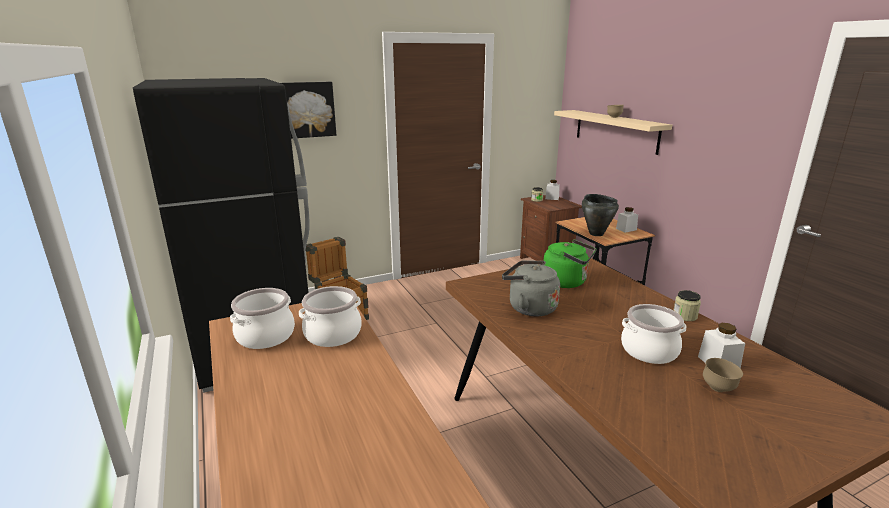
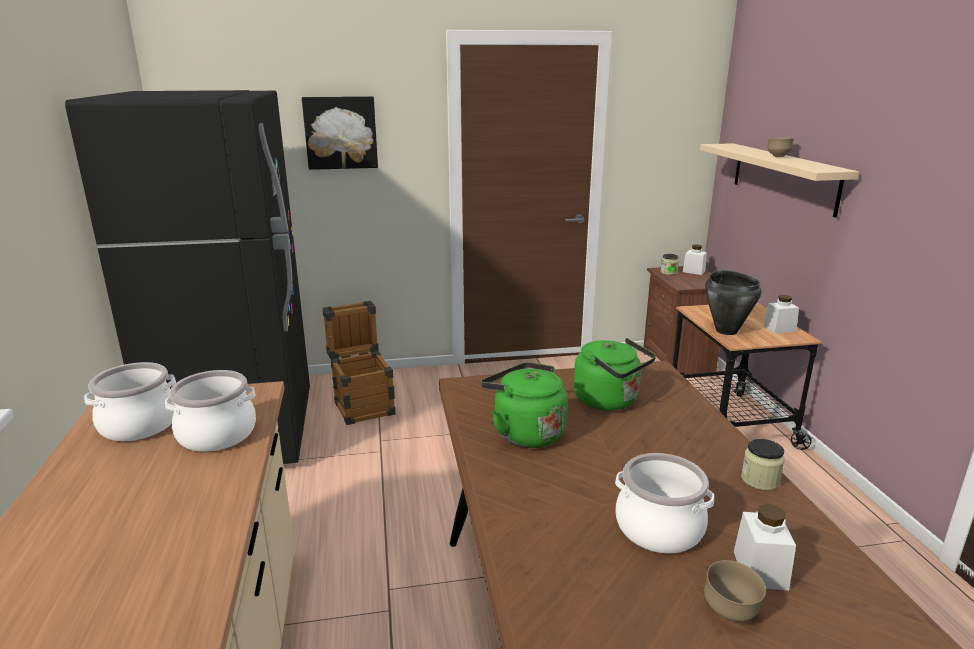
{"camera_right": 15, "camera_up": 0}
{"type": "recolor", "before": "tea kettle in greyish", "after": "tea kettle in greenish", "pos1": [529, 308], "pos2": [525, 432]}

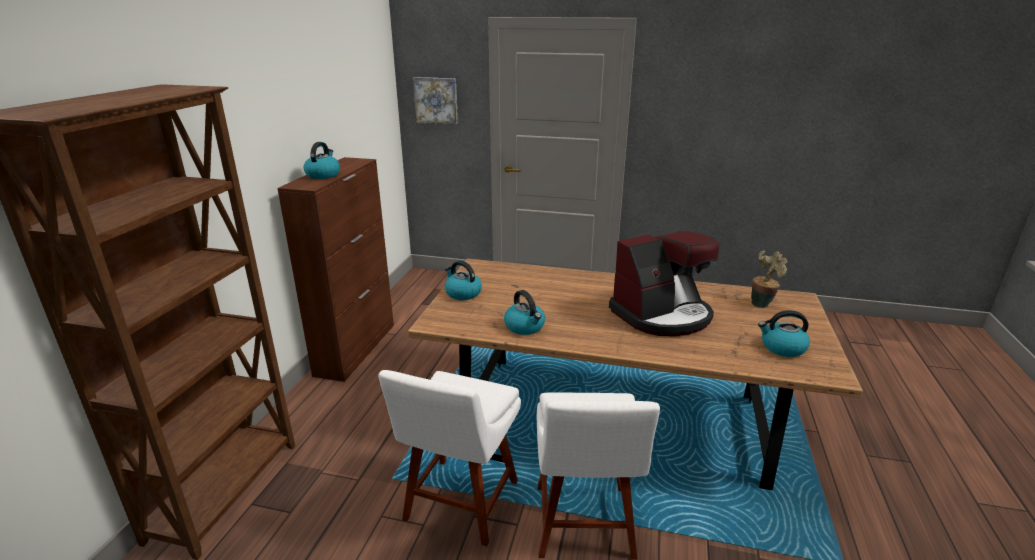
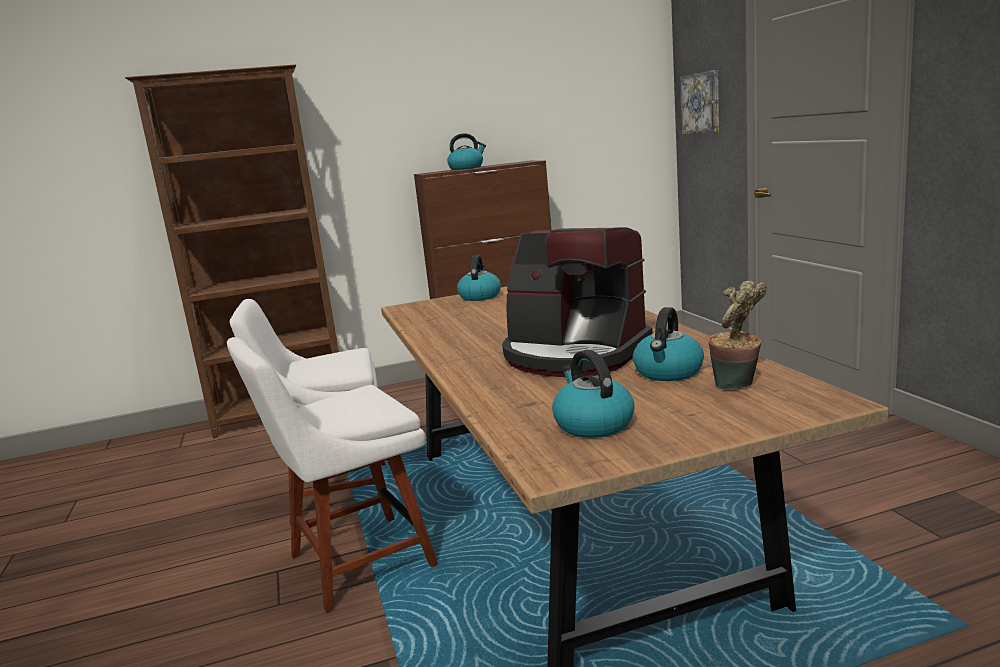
{"camera_right": 60, "camera_up": -10}
{"type": "move", "before": "tea kettle", "pos1": [525, 327], "pos2": [668, 372]}

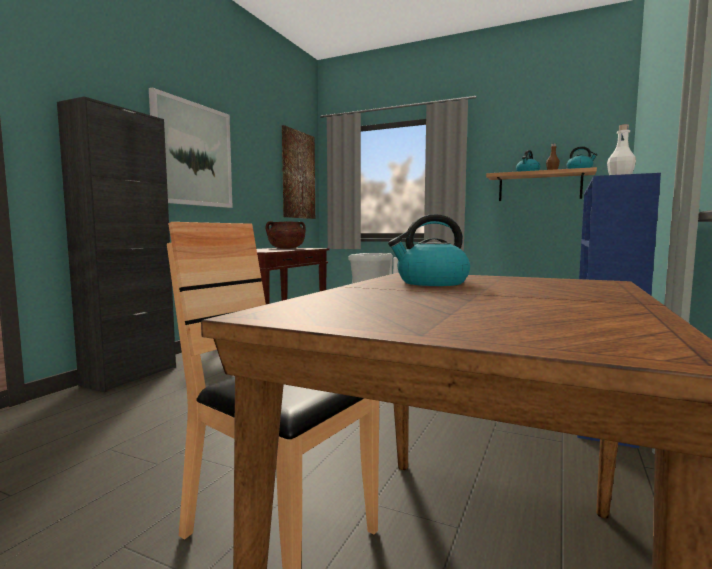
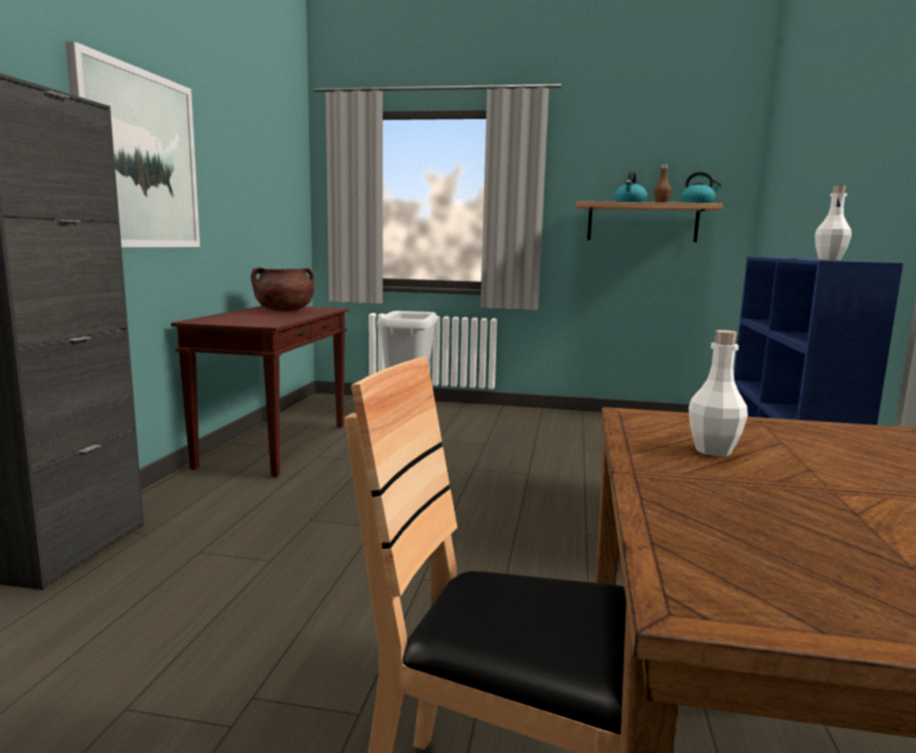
{"camera_right": -15, "camera_up": 5}
{"type": "delete", "before": "wall picture", "pos1": [298, 175]}
{"type": "replace", "before": "tea kettle", "after": "drink bottle in white-coloured", "pos1": [431, 283], "pos2": [713, 450]}

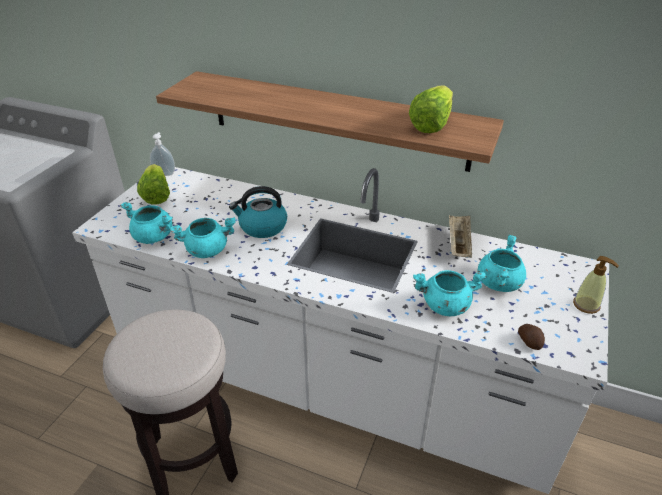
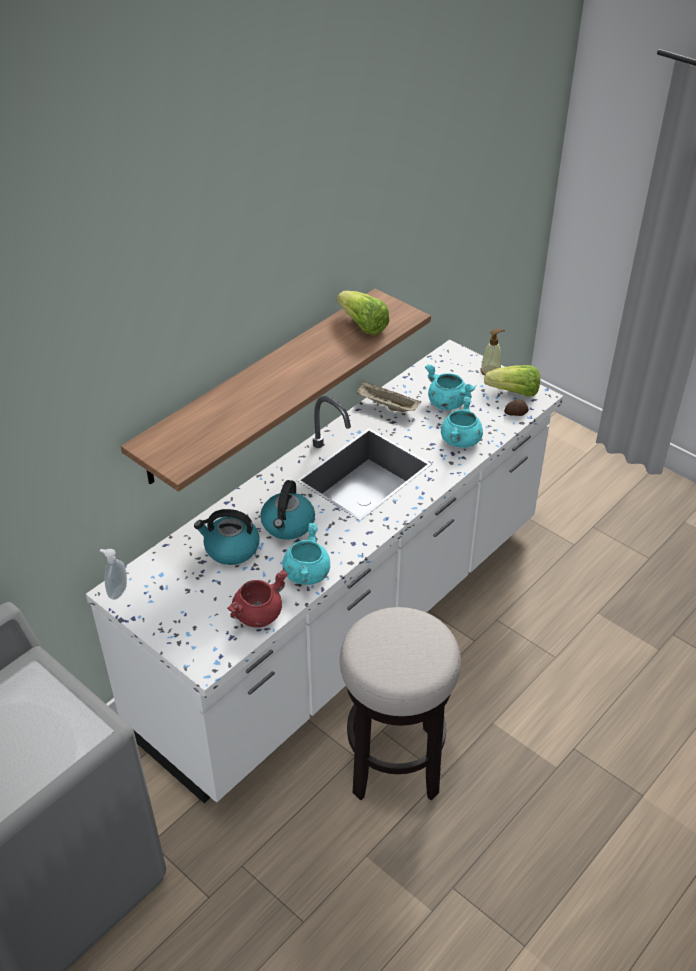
{"camera_right": -70, "camera_up": 5}
{"type": "insert", "after": "tea kettle", "pos2": [231, 549]}
{"type": "move", "before": "lettuce head", "pos1": [156, 195], "pos2": [514, 392]}
{"type": "recolor", "before": "saucepot in turquoise", "after": "saucepot in red", "pos1": [154, 237], "pos2": [258, 614]}

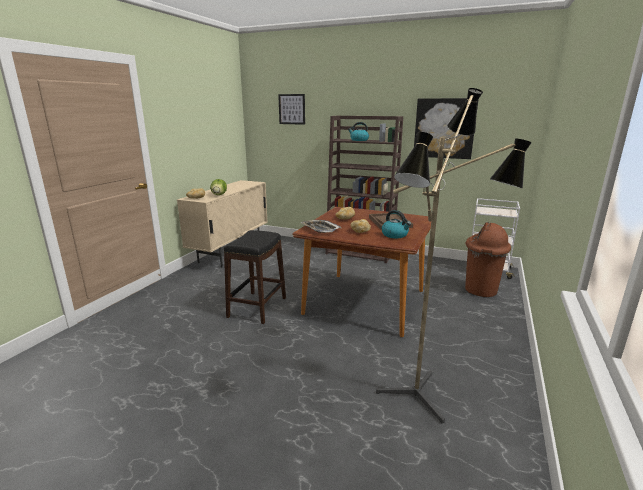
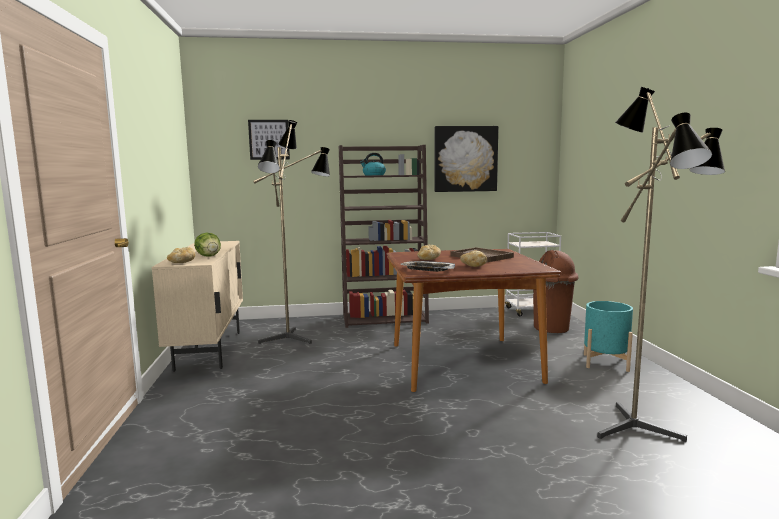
{"camera_right": -30, "camera_up": -10}
{"type": "delete", "before": "stool seat in black", "pos1": [257, 307]}
{"type": "delete", "before": "tea kettle", "pos1": [395, 235]}
{"type": "insert", "after": "standard lamp", "pos2": [294, 338]}
{"type": "insert", "after": "plant pot in turquoise", "pos2": [605, 362]}

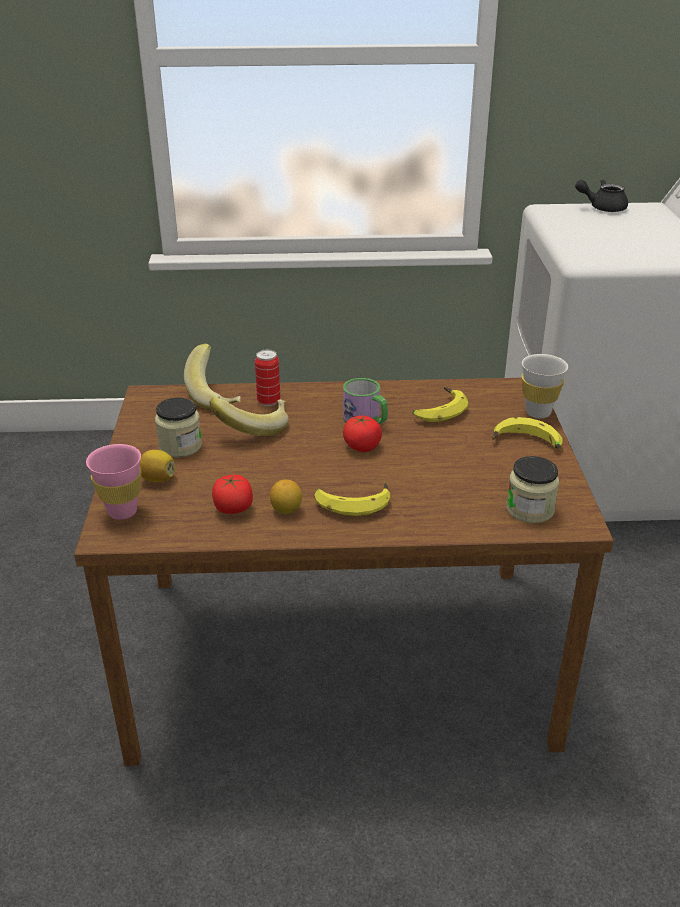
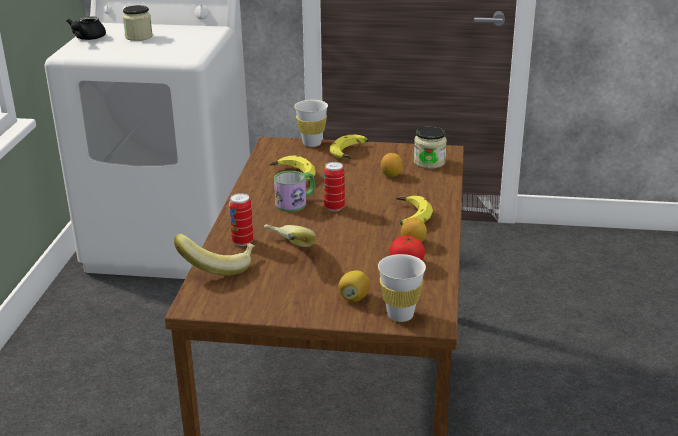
{"camera_right": -80, "camera_up": -5}
{"type": "insert", "after": "citrus fruit", "pos2": [391, 175]}
{"type": "move", "before": "preserve jar", "pos1": [180, 446], "pos2": [139, 37]}
{"type": "replace", "before": "tomato", "after": "sealed can", "pos1": [362, 447], "pos2": [334, 207]}
{"type": "recolor", "before": "cup in pinkish", "after": "cup in white-coloured", "pos1": [122, 511], "pos2": [400, 315]}

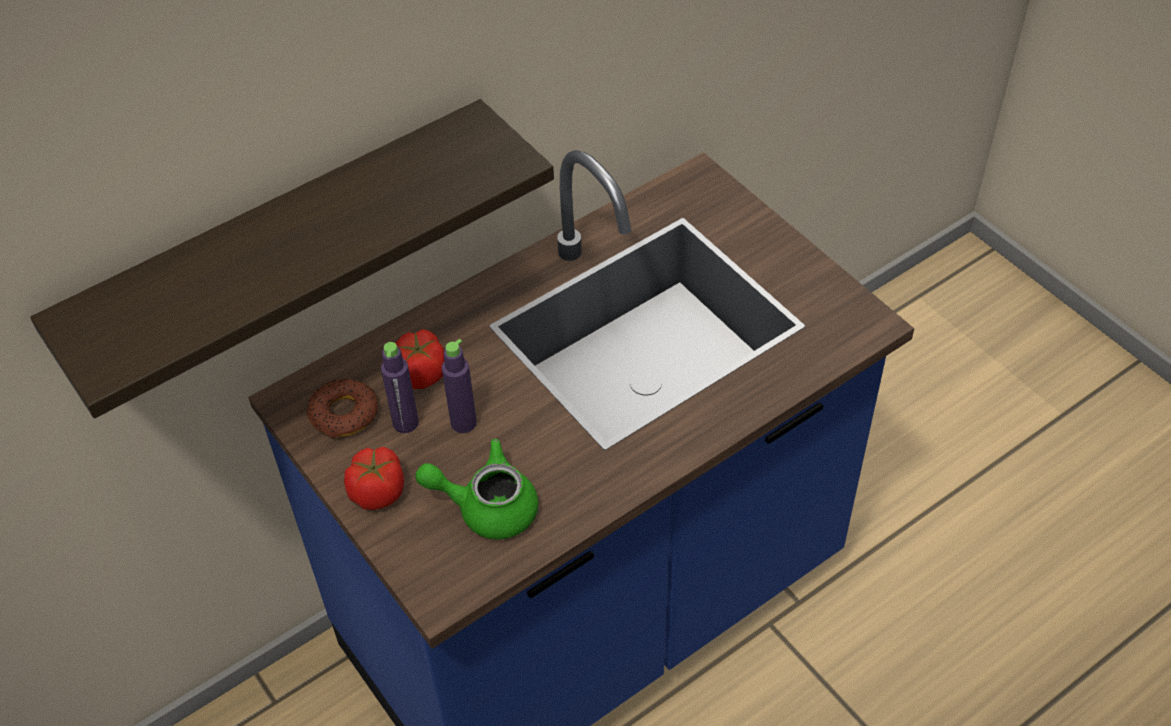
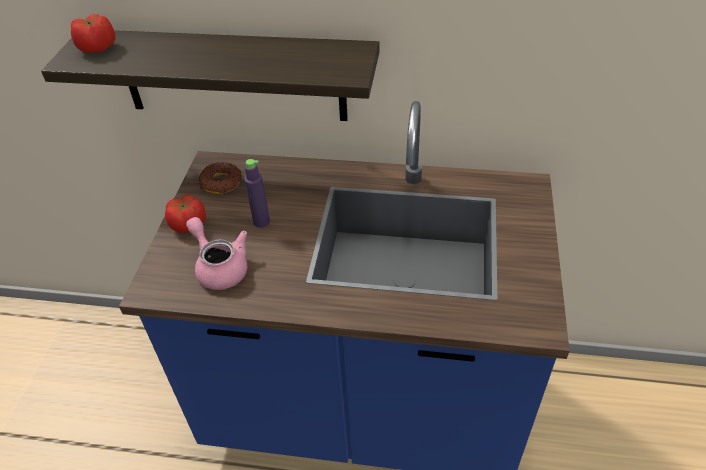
{"camera_right": 45, "camera_up": -5}
{"type": "delete", "before": "drink bottle in purple", "pos1": [405, 423]}
{"type": "move", "before": "tomato", "pos1": [421, 373], "pos2": [98, 48]}
{"type": "recolor", "before": "teapot in greenish", "after": "teapot in pinkish", "pos1": [487, 507], "pos2": [220, 267]}

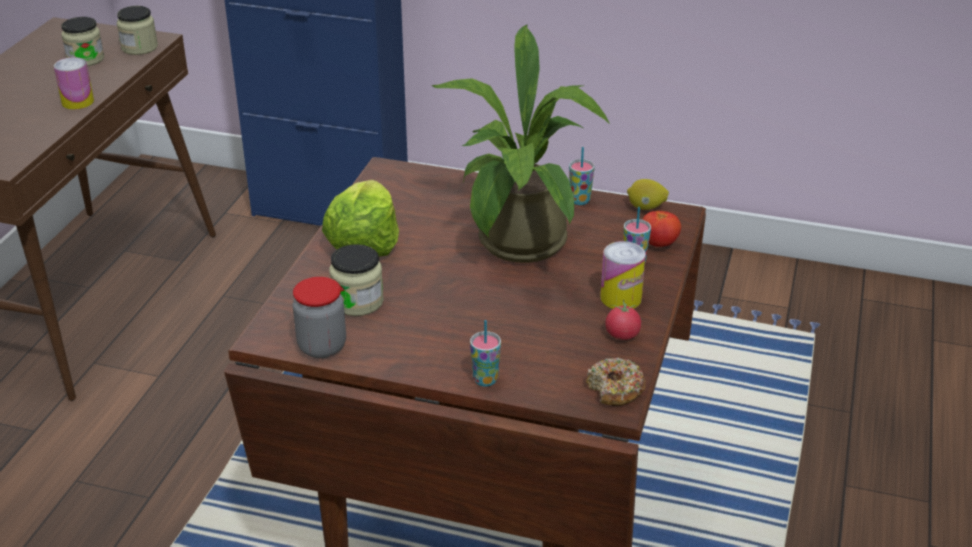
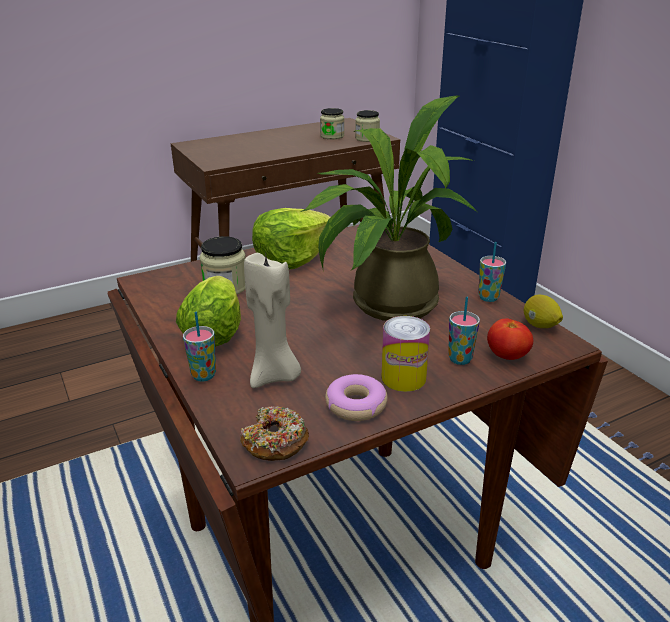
{"camera_right": 45, "camera_up": -5}
{"type": "delete", "before": "sealed can", "pos1": [77, 102]}
{"type": "delete", "before": "preserve jar", "pos1": [322, 347]}
{"type": "insert", "after": "lettuce head", "pos2": [216, 332]}
{"type": "insert", "after": "wax candle in sand-coloured", "pos2": [275, 376]}
{"type": "replace", "before": "tomato", "after": "ring doughnut", "pos1": [622, 335], "pos2": [356, 405]}

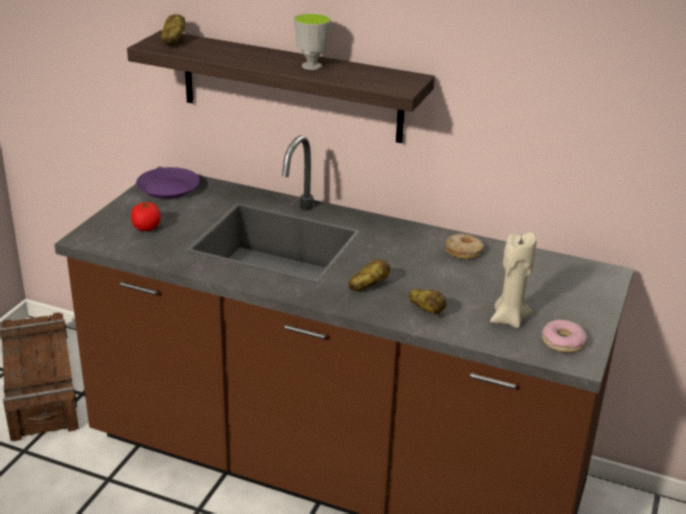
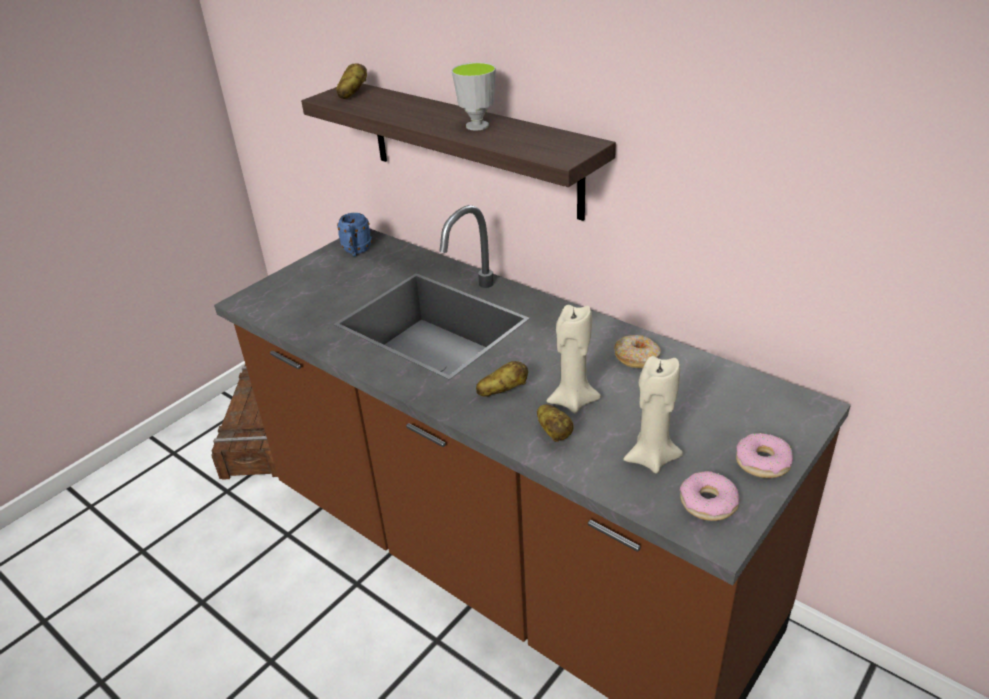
{"camera_right": 20, "camera_up": 5}
{"type": "delete", "before": "tomato", "pos1": [146, 227]}
{"type": "insert", "after": "wax candle in sand-coloured", "pos2": [573, 401]}
{"type": "insert", "after": "ring doughnut", "pos2": [762, 462]}
{"type": "replace", "before": "flat dish in purple", "after": "coffee mug in bluish", "pos1": [168, 189], "pos2": [356, 251]}

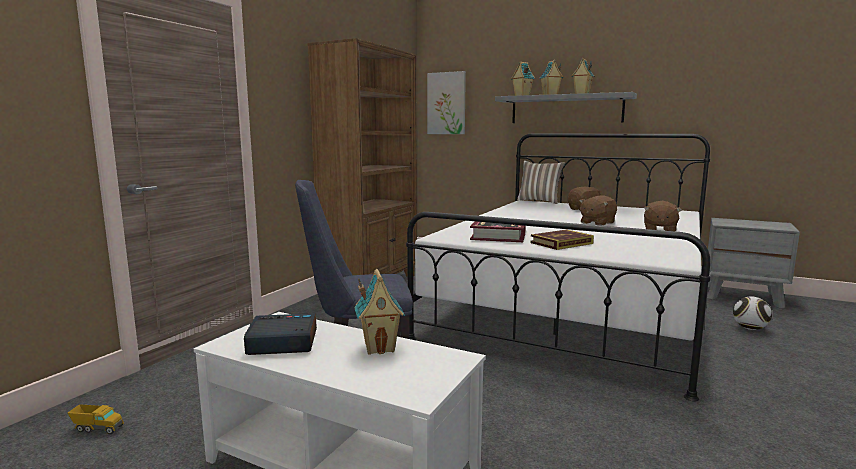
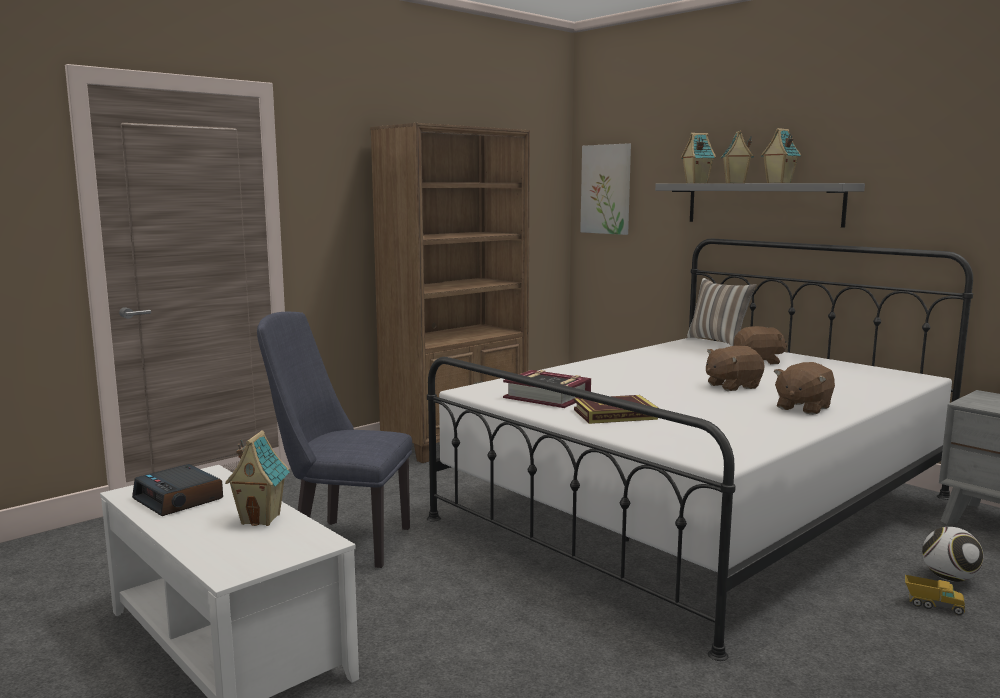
{"camera_right": 20, "camera_up": 0}
{"type": "move", "before": "model truck", "pos1": [97, 428], "pos2": [933, 606]}
{"type": "rotate", "before": "table clock", "pos1": [282, 342], "pos2": [179, 499], "turn": -150}

